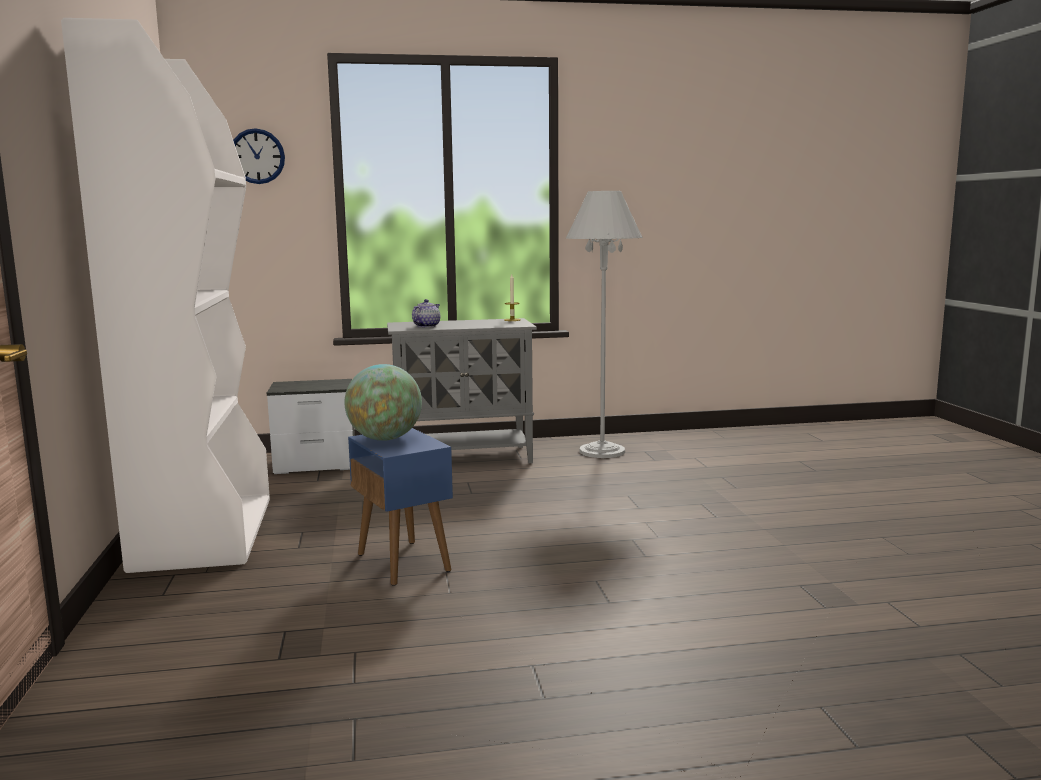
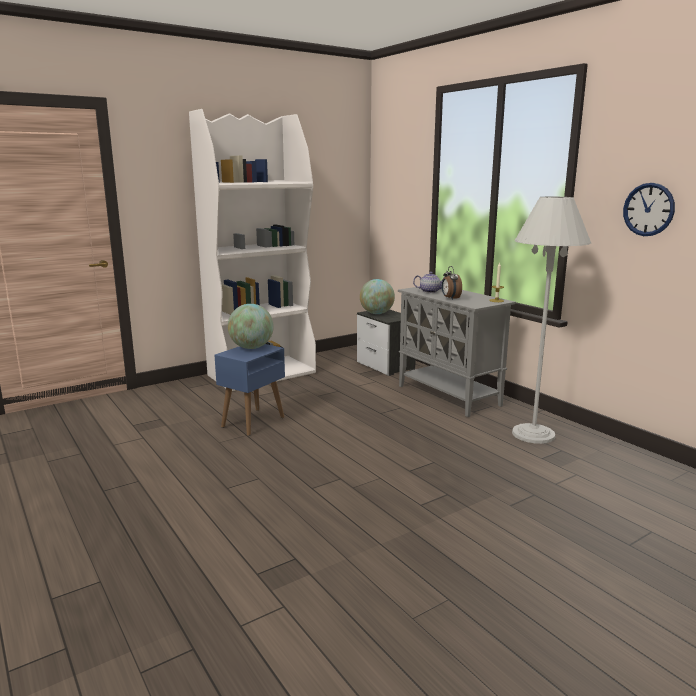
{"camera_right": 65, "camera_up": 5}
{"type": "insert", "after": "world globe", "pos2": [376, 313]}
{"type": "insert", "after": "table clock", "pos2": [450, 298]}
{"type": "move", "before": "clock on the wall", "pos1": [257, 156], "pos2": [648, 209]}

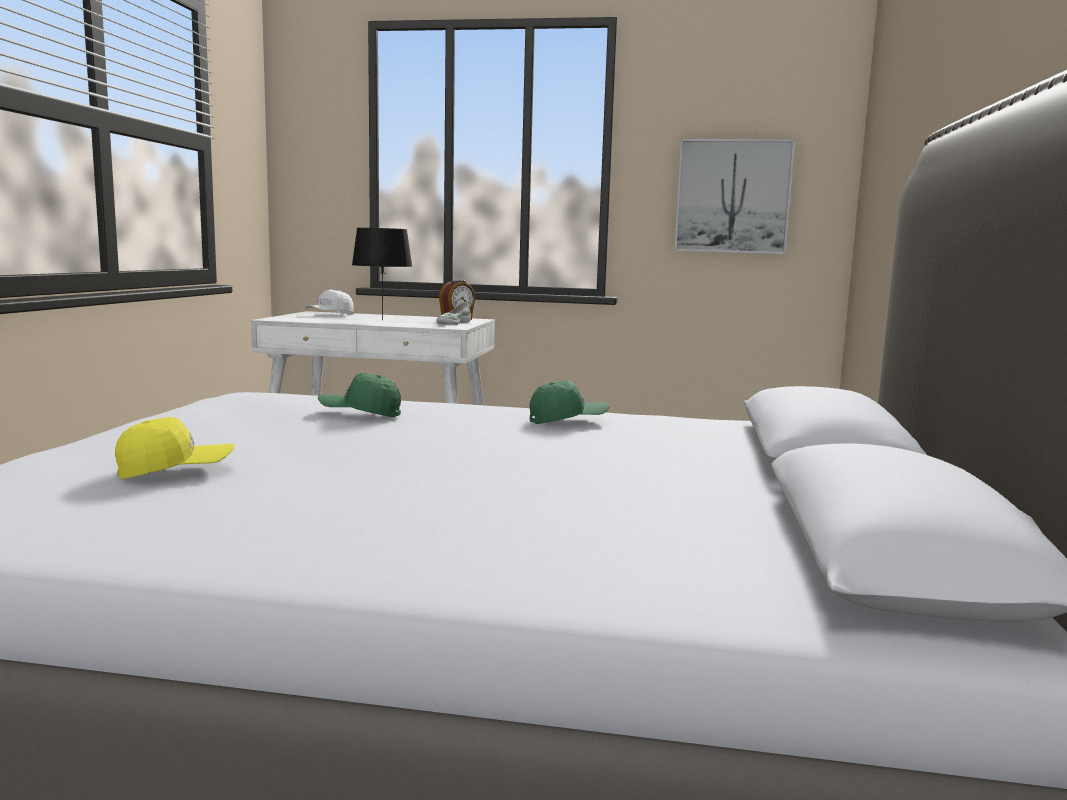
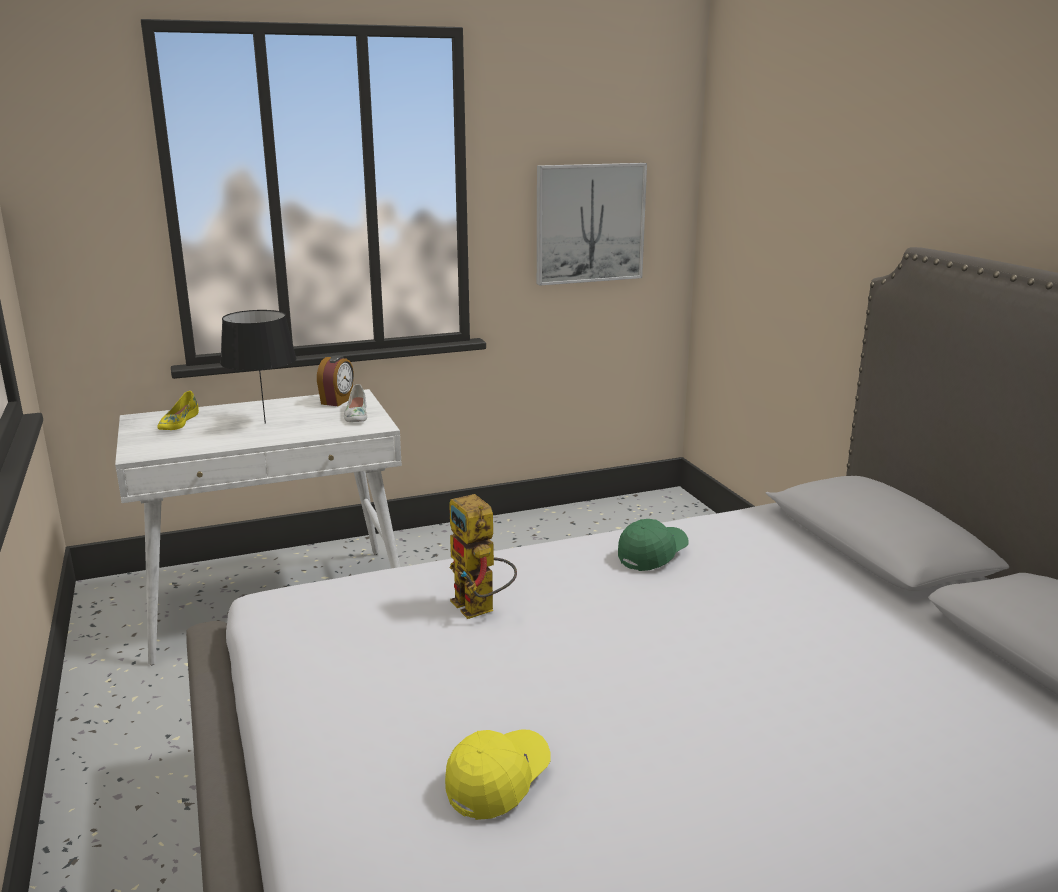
{"camera_right": -30, "camera_up": 10}
{"type": "replace", "before": "peaked cap in white-coloured", "after": "item of footwear in yellow-coloured", "pos1": [330, 315], "pos2": [178, 423]}
{"type": "replace", "before": "peaked cap in greenish", "after": "model robot", "pos1": [360, 414], "pos2": [481, 609]}

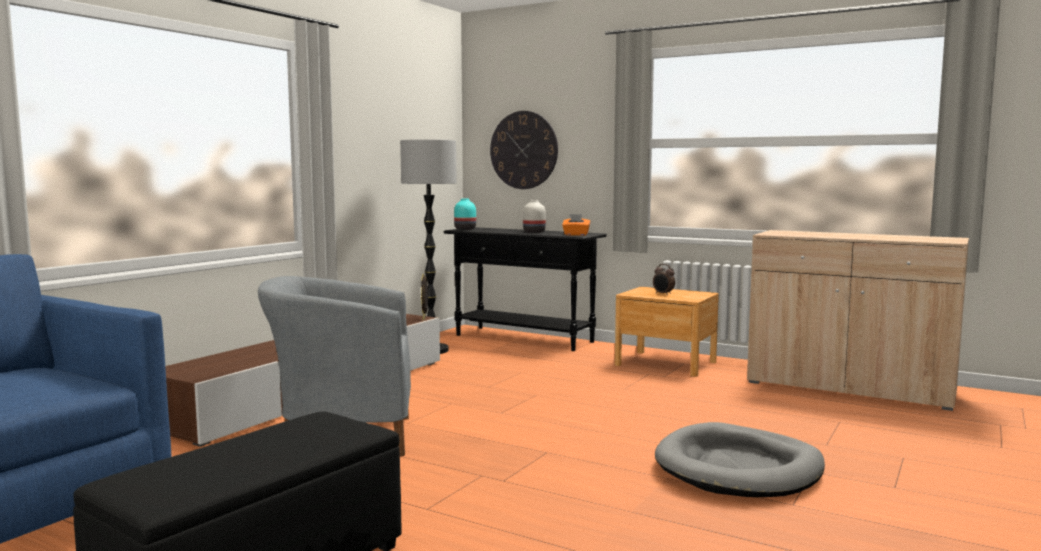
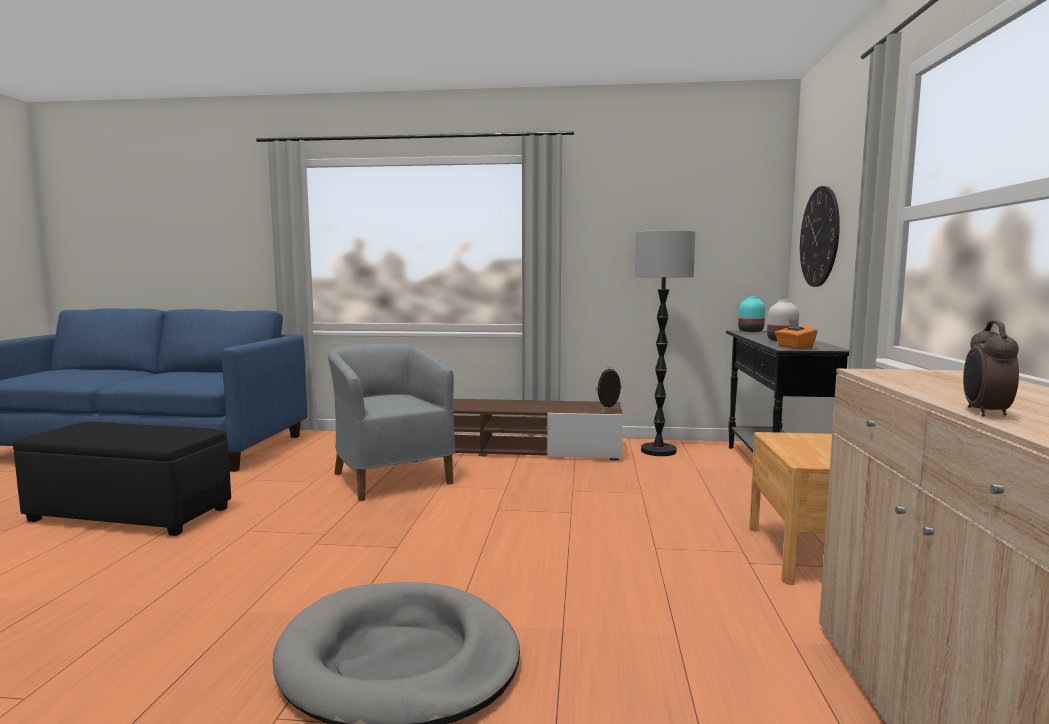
{"camera_right": 65, "camera_up": 0}
{"type": "move", "before": "table clock", "pos1": [663, 294], "pos2": [984, 413]}

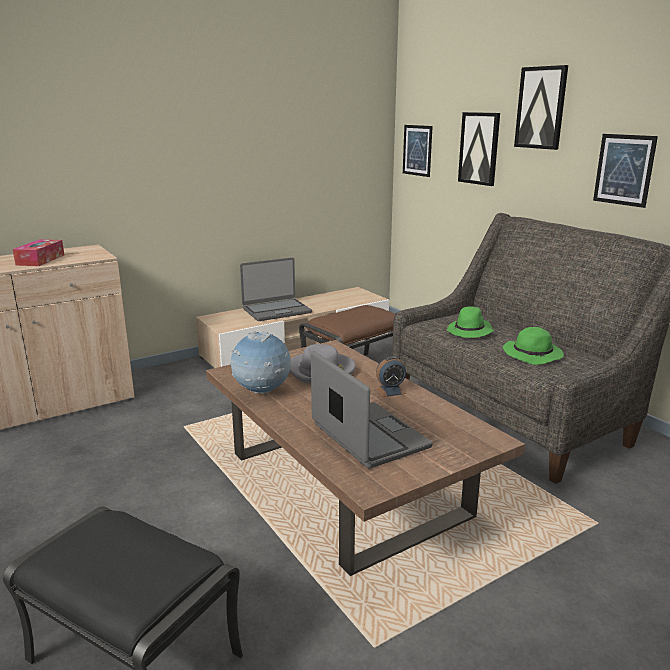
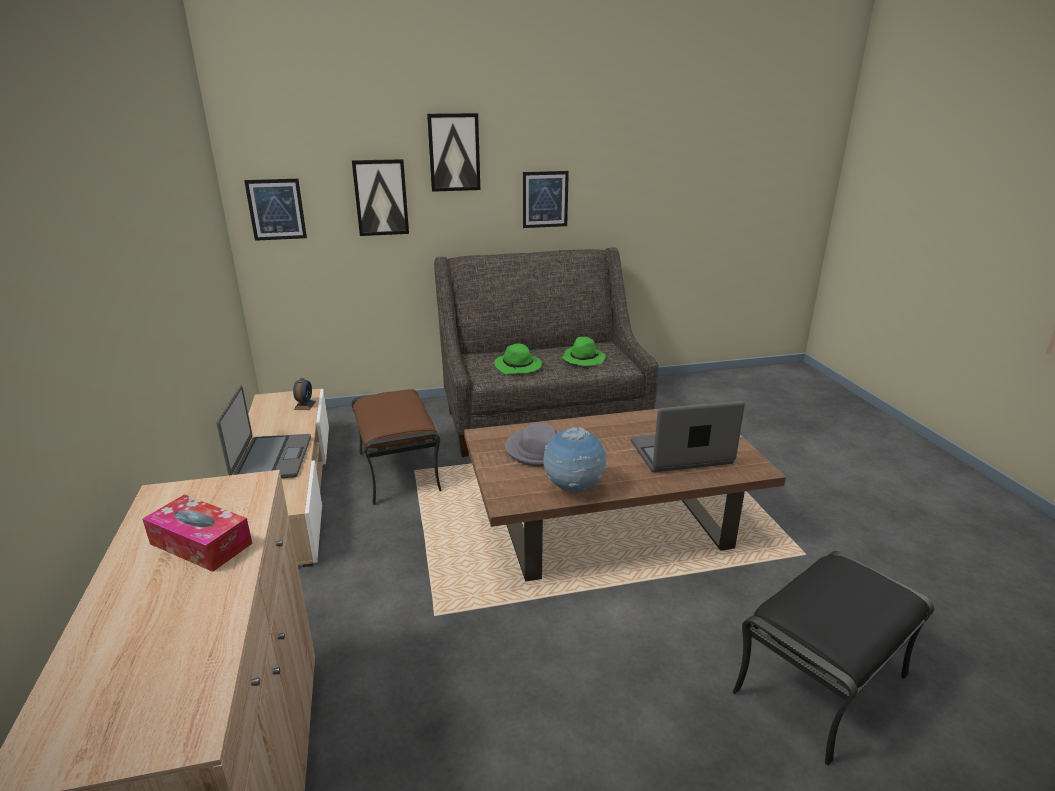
{"camera_right": -70, "camera_up": 5}
{"type": "move", "before": "table clock", "pos1": [390, 391], "pos2": [305, 405]}

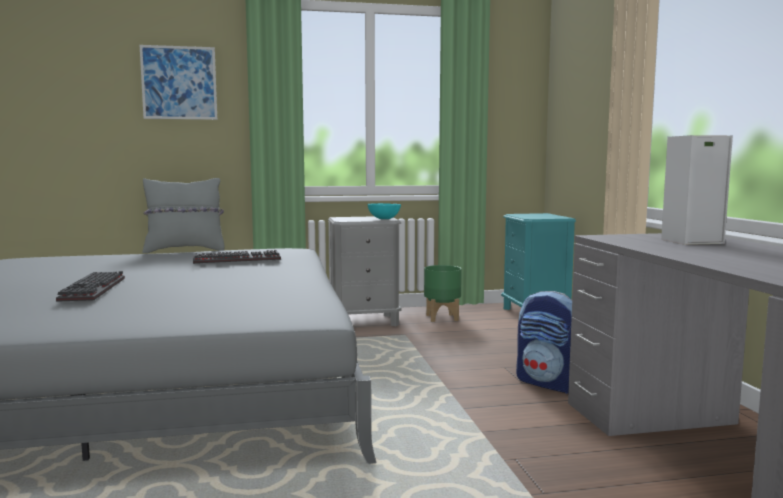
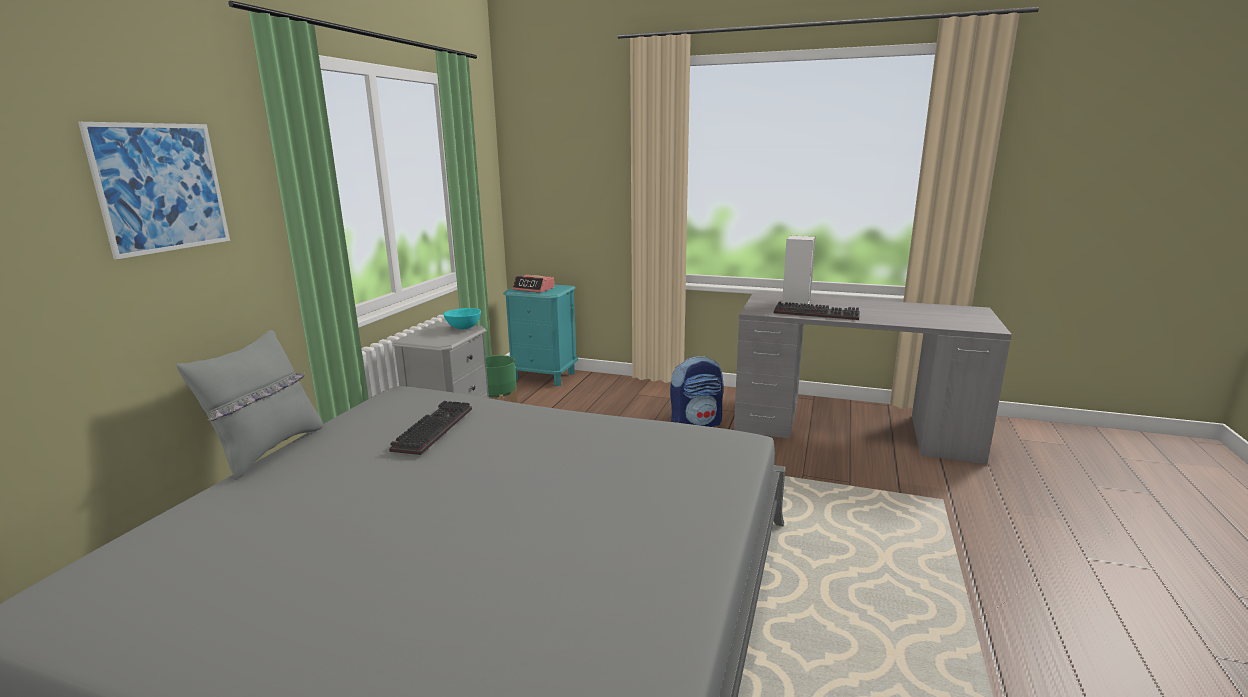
{"camera_right": -60, "camera_up": 10}
{"type": "insert", "after": "table clock", "pos2": [534, 289]}
{"type": "move", "before": "computer keyboard", "pos1": [95, 289], "pos2": [817, 313]}

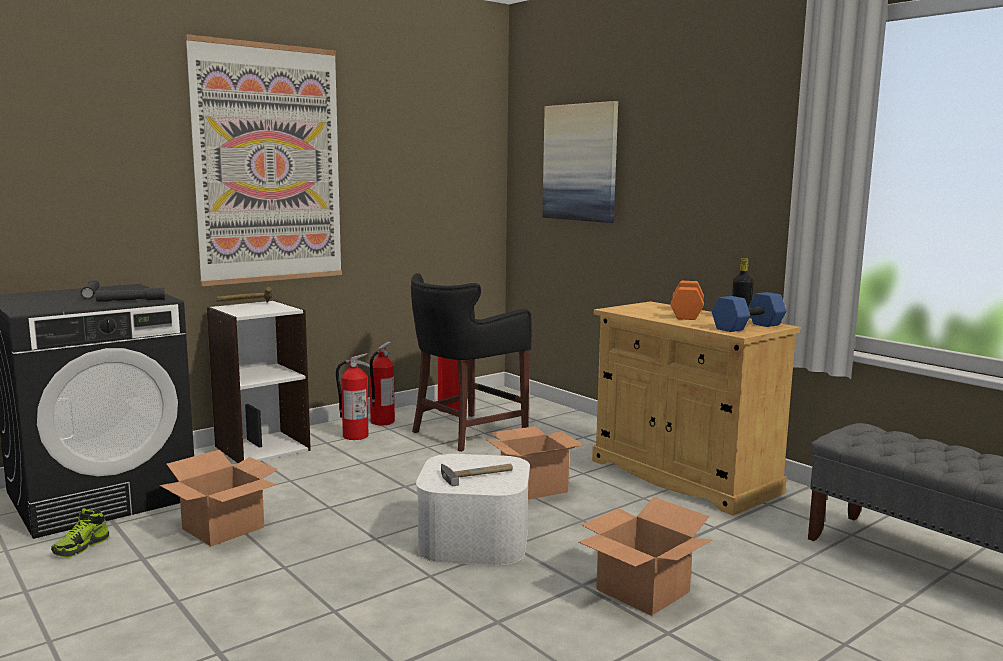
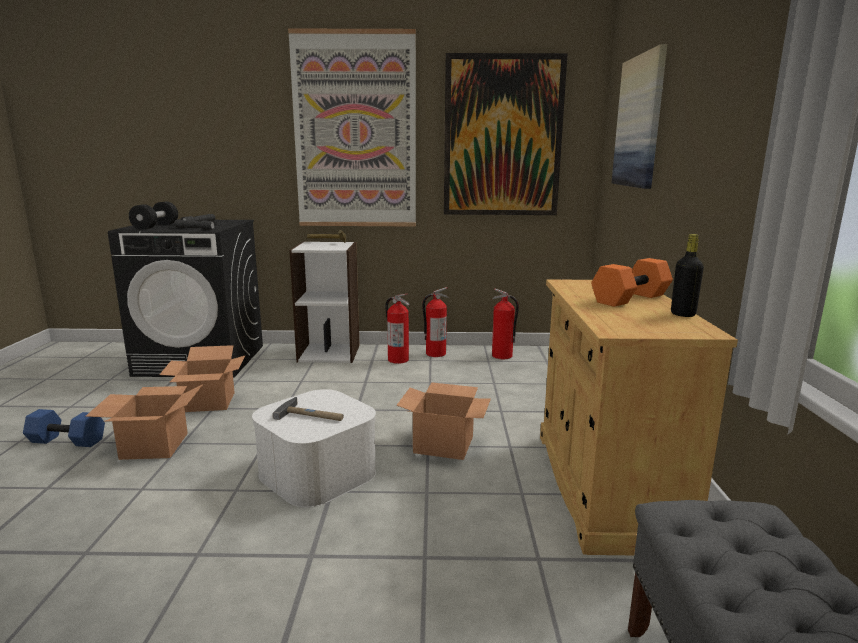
{"camera_right": 40, "camera_up": 5}
{"type": "delete", "before": "item of footwear", "pos1": [81, 547]}
{"type": "delete", "before": "stool seat in black", "pos1": [465, 433]}
{"type": "insert", "after": "dumbbell in black", "pos2": [155, 226]}
{"type": "insert", "after": "wall picture", "pos2": [502, 137]}
{"type": "move", "before": "carton", "pos1": [644, 591], "pos2": [154, 446]}
{"type": "move", "before": "dumbbell in bluish", "pos1": [747, 327], "pos2": [68, 440]}

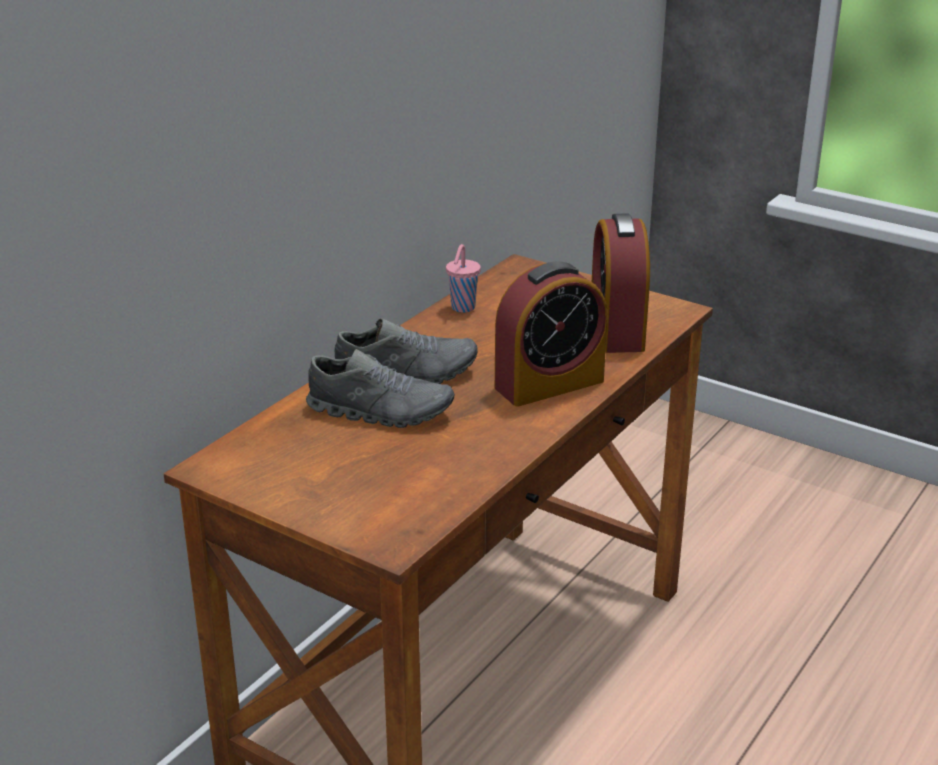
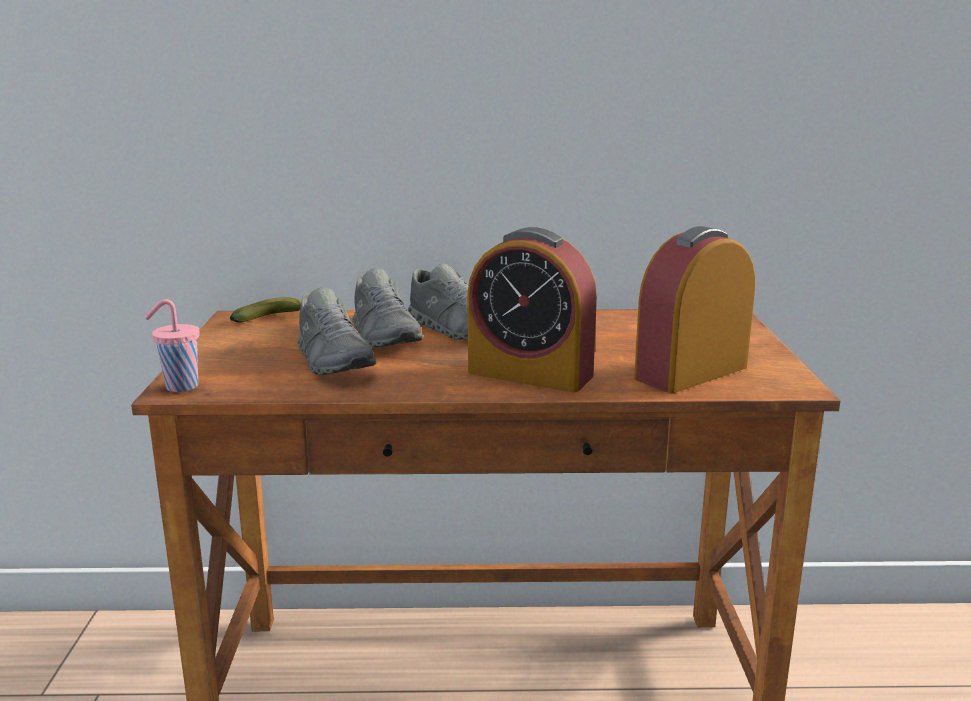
{"camera_right": 55, "camera_up": -10}
{"type": "insert", "after": "banana", "pos2": [275, 319]}
{"type": "insert", "after": "item of footwear in greyish", "pos2": [334, 361]}
{"type": "move", "before": "cup in pinkish", "pos1": [462, 308], "pos2": [179, 387]}

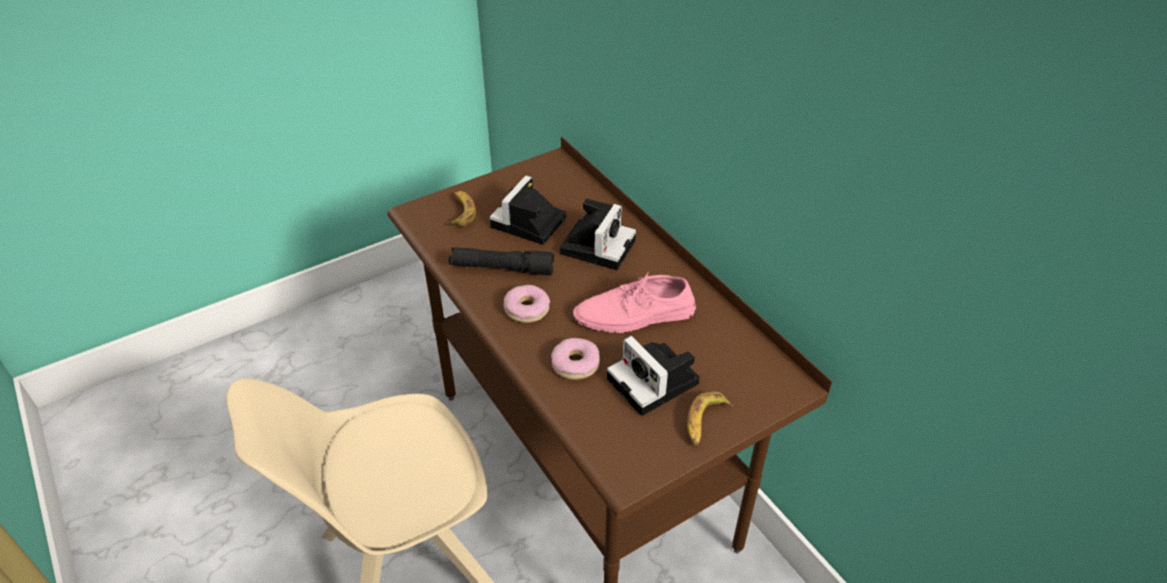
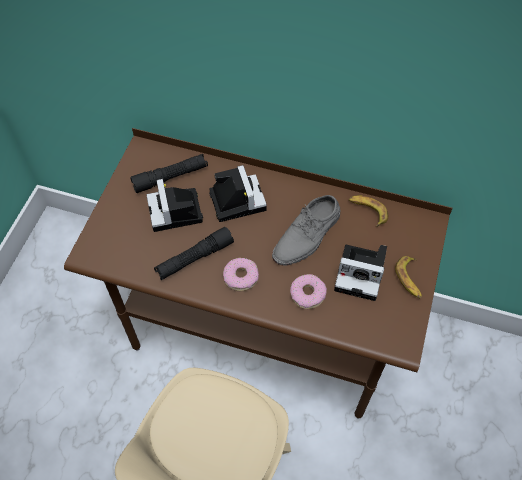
{"camera_right": -40, "camera_up": 15}
{"type": "insert", "after": "flashlight in black", "pos2": [170, 177]}
{"type": "move", "before": "banana", "pos1": [461, 212], "pos2": [367, 211]}
{"type": "recolor", "before": "item of footwear in pinkish", "after": "item of footwear in greyish", "pos1": [634, 315], "pos2": [307, 236]}

